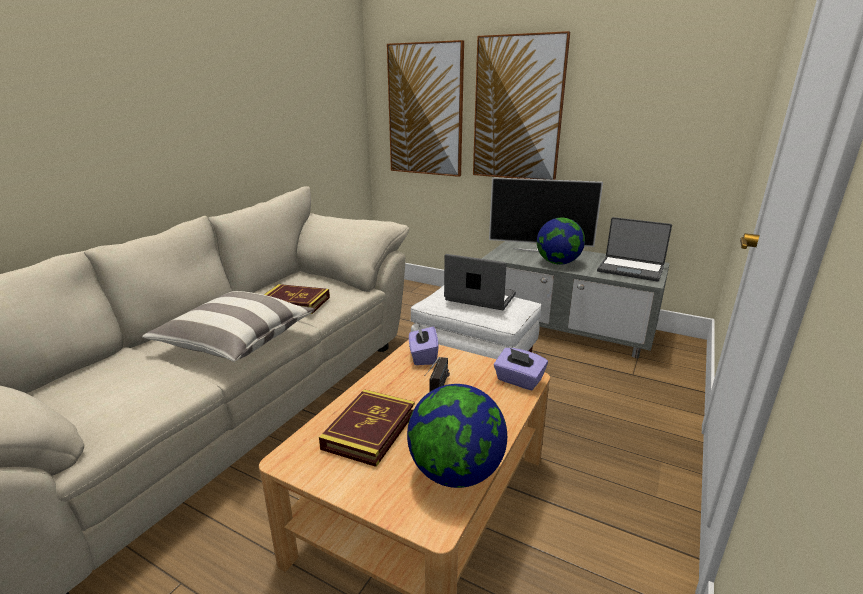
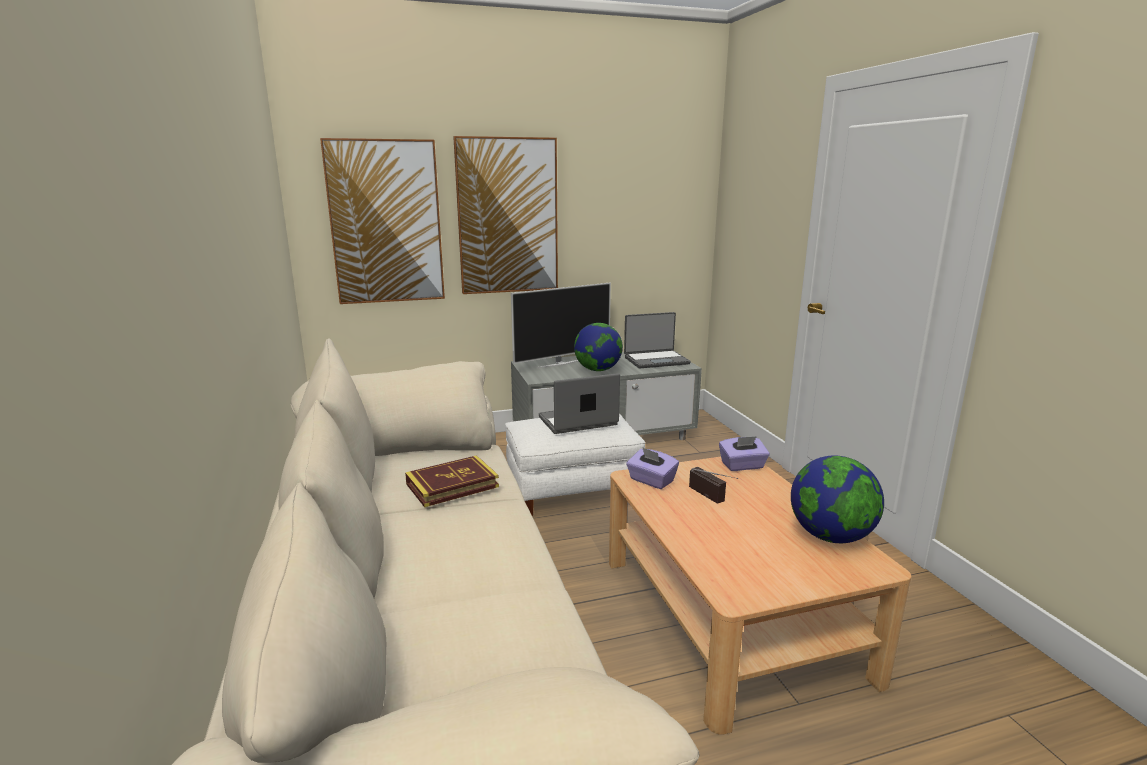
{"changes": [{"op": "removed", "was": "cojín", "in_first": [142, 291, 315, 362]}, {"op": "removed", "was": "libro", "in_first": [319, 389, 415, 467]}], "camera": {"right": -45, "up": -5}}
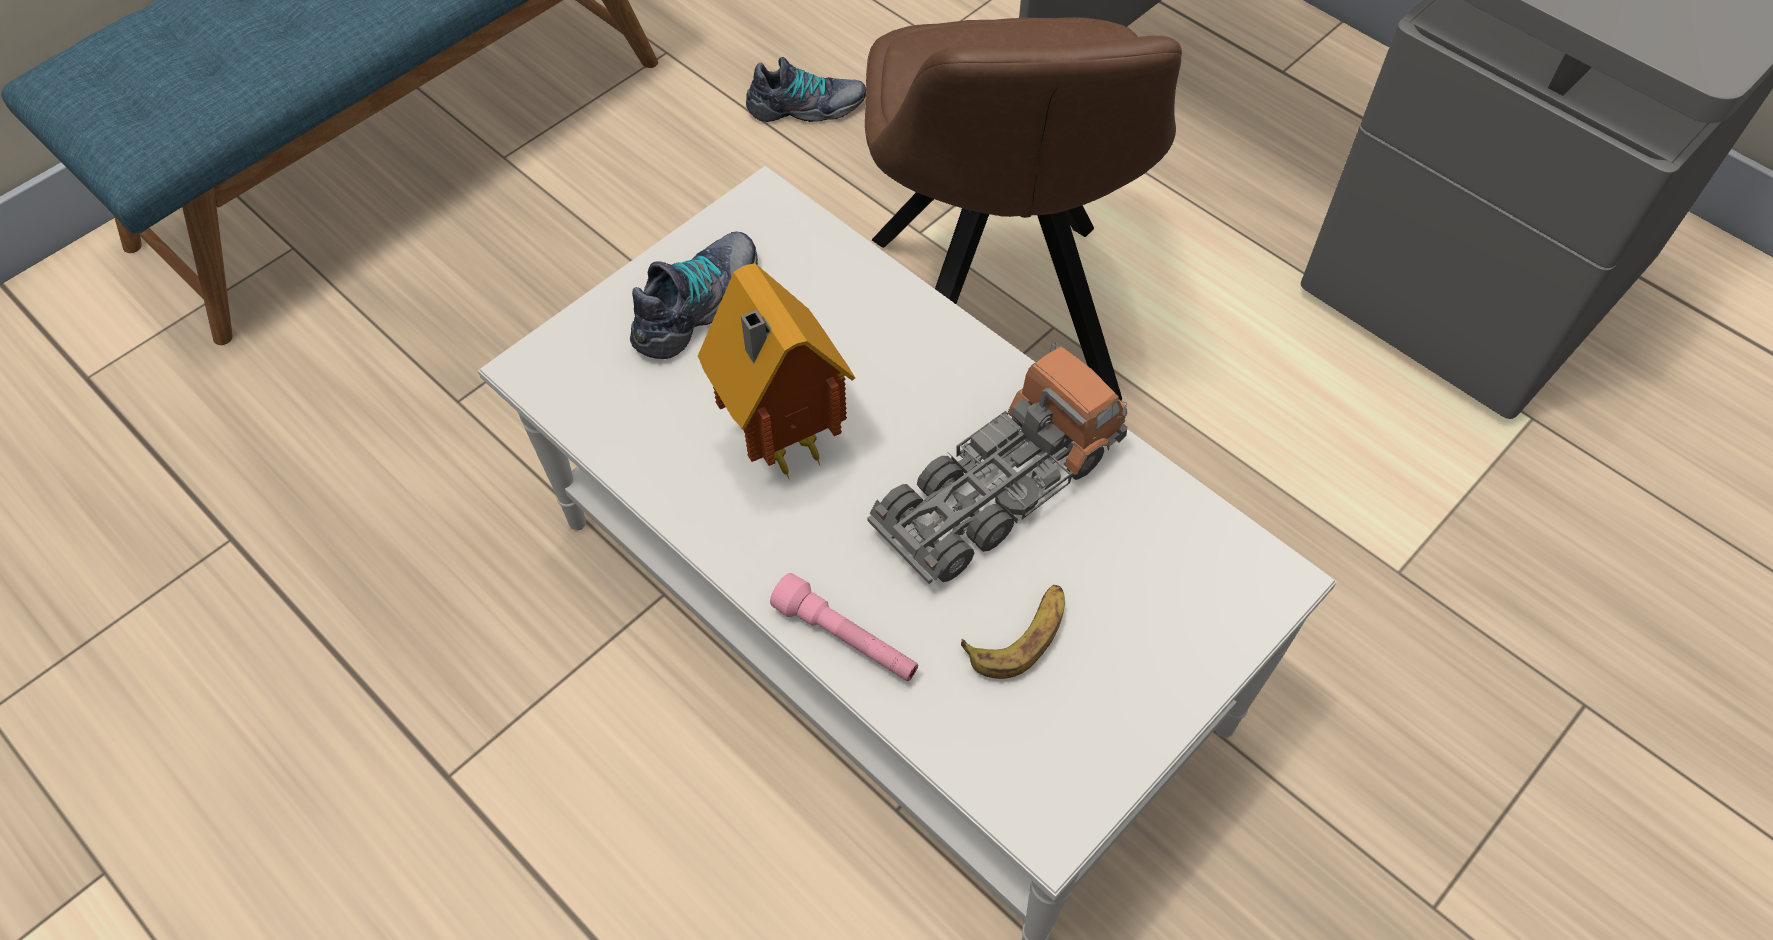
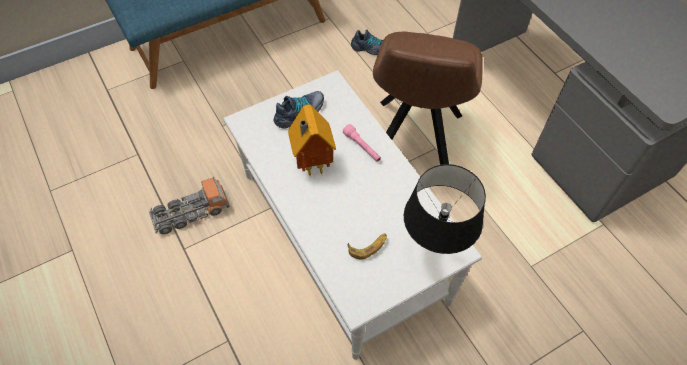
{"changes": [{"op": "moved", "was": "camión de juguete", "in_first": [867, 342, 1127, 584], "in_second": [149, 177, 230, 234]}, {"op": "moved", "was": "linterna (rosa)", "in_first": [770, 573, 918, 681], "in_second": [343, 124, 381, 162]}, {"op": "added", "now": "lámpara de mesa (negro)", "in_second": [404, 164, 486, 254]}], "camera": {"right": 15, "up": 0}}
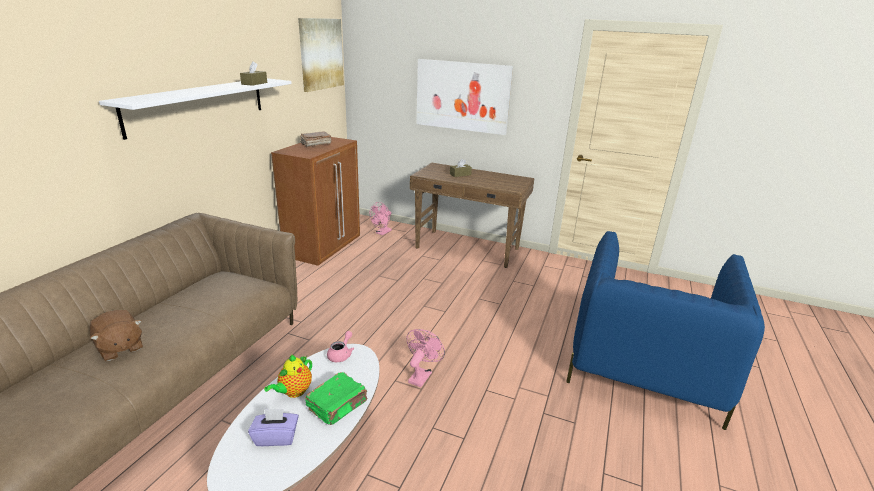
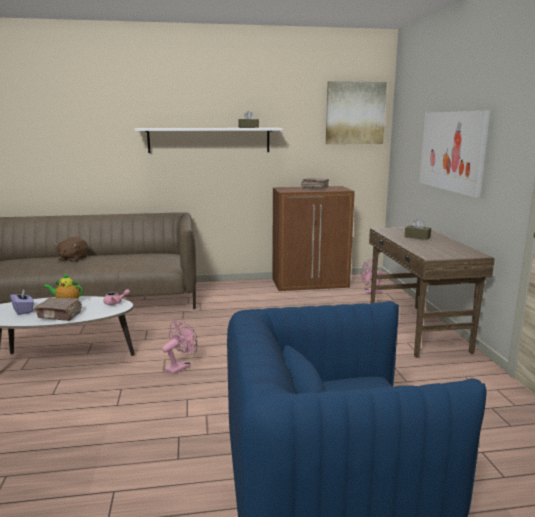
{"changes": [{"op": "turned", "was": "ventilador (rosa)", "in_first": [406, 329, 445, 387], "in_second": [162, 320, 197, 375], "clockwise": -45}, {"op": "recoloured", "was": "libro (verde)", "now": "libro (marrón)", "in_first": [305, 372, 367, 425], "in_second": [35, 298, 82, 321]}], "camera": {"right": 60, "up": -10}}
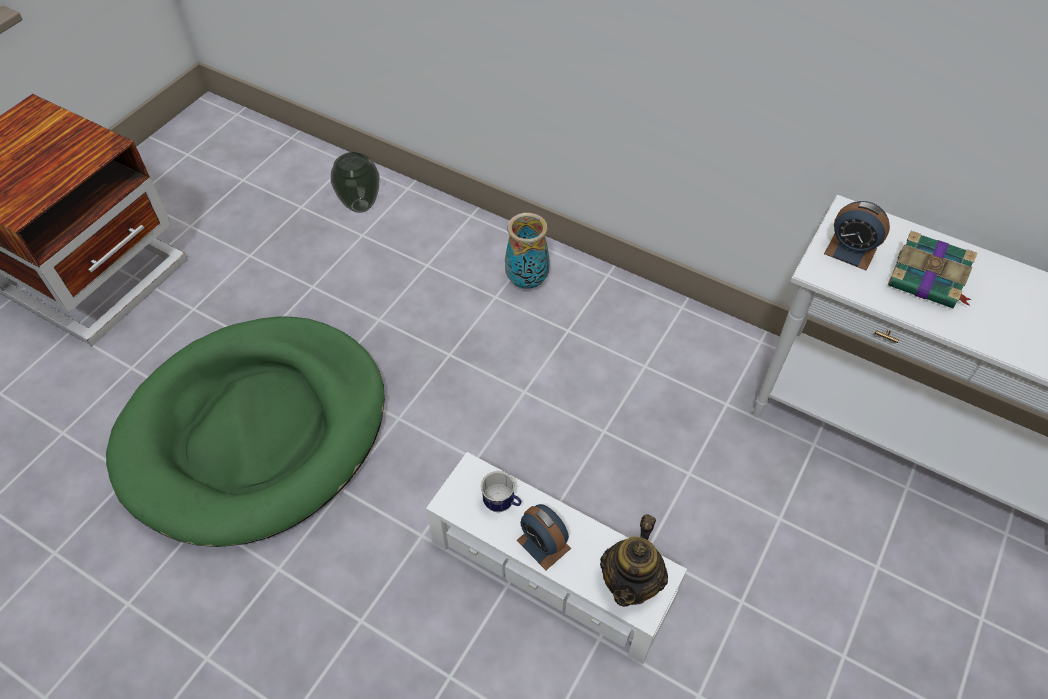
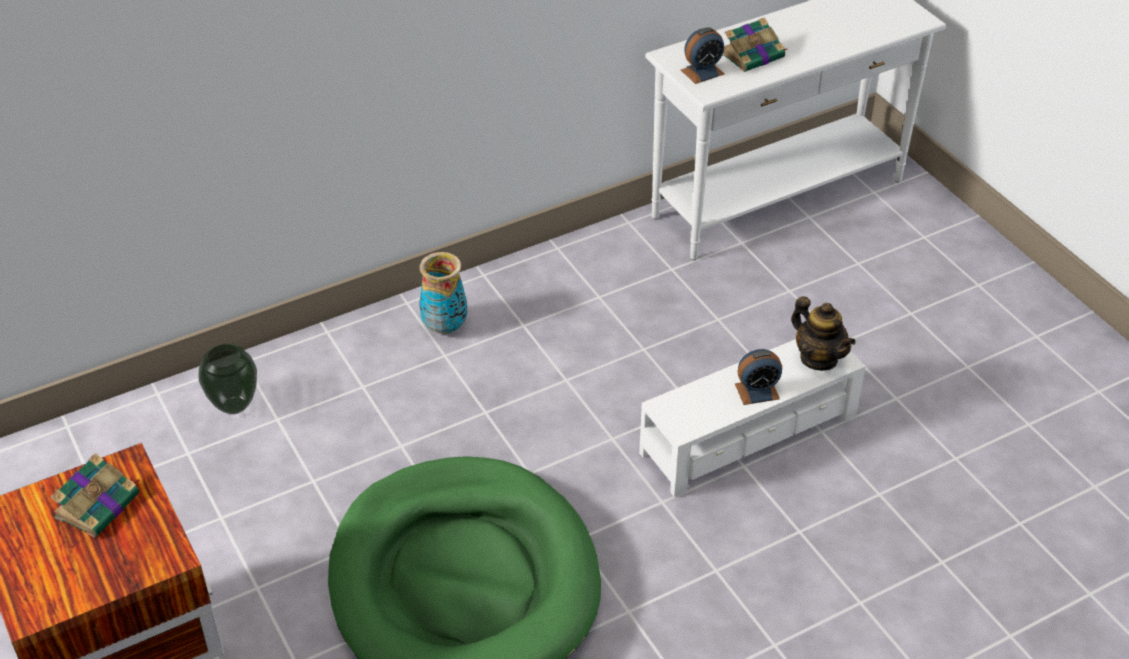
{"changes": [{"op": "removed", "was": "taza grande", "in_first": [481, 471, 522, 512]}, {"op": "added", "now": "libro", "in_second": [50, 453, 140, 538]}], "camera": {"right": -60, "up": -10}}
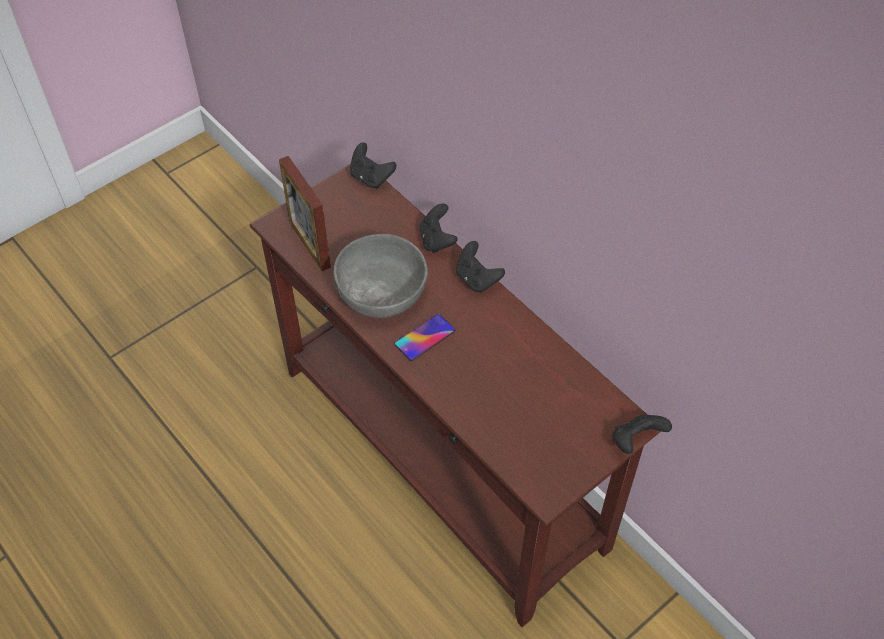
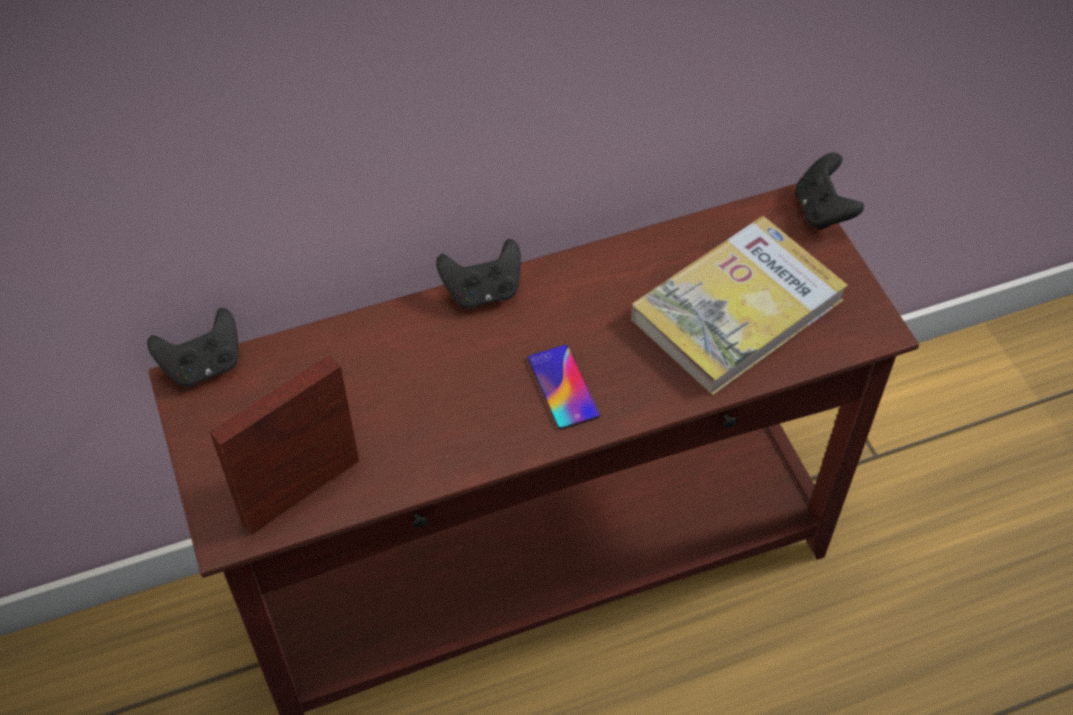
{"changes": [{"op": "turned", "was": "portarretratos", "in_first": [279, 156, 331, 271], "in_second": [210, 355, 359, 535], "clockwise": 150}, {"op": "removed", "was": "mando de consola (negro)", "in_first": [419, 203, 458, 253]}, {"op": "removed", "was": "cuenco (gris)", "in_first": [333, 234, 428, 318]}, {"op": "added", "now": "libro", "in_second": [631, 216, 848, 395]}], "camera": {"right": -70, "up": 0}}
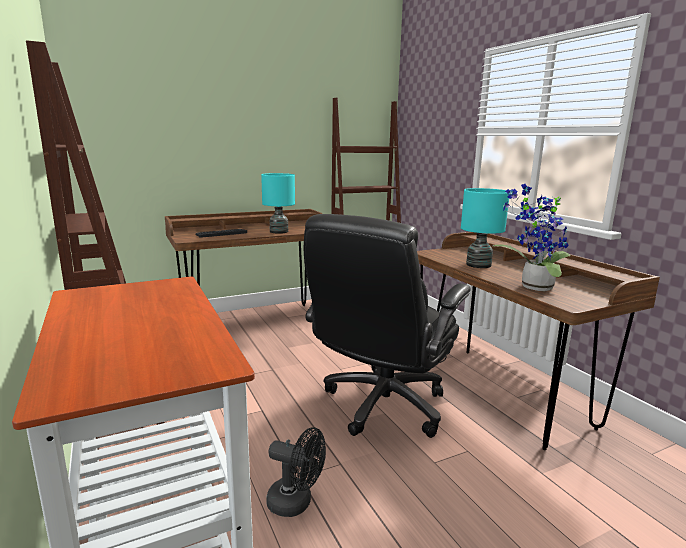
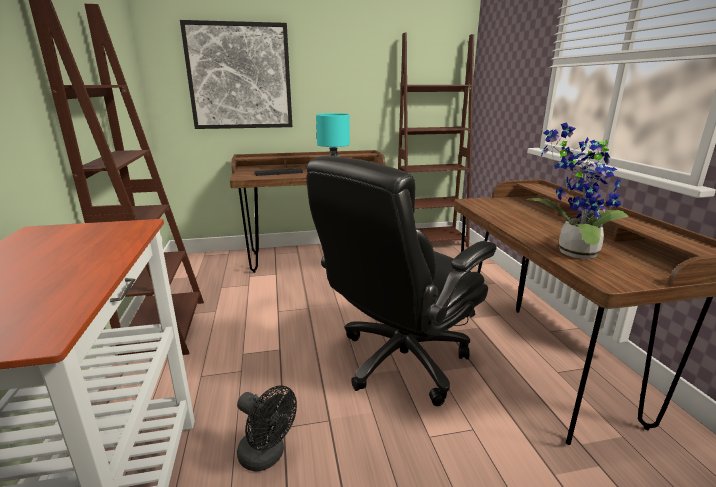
{"changes": [{"op": "removed", "was": "lámpara de mesa (turquesa)", "in_first": [461, 188, 509, 268]}, {"op": "added", "now": "cuadro", "in_second": [180, 20, 293, 129]}], "camera": {"right": 15, "up": 5}}
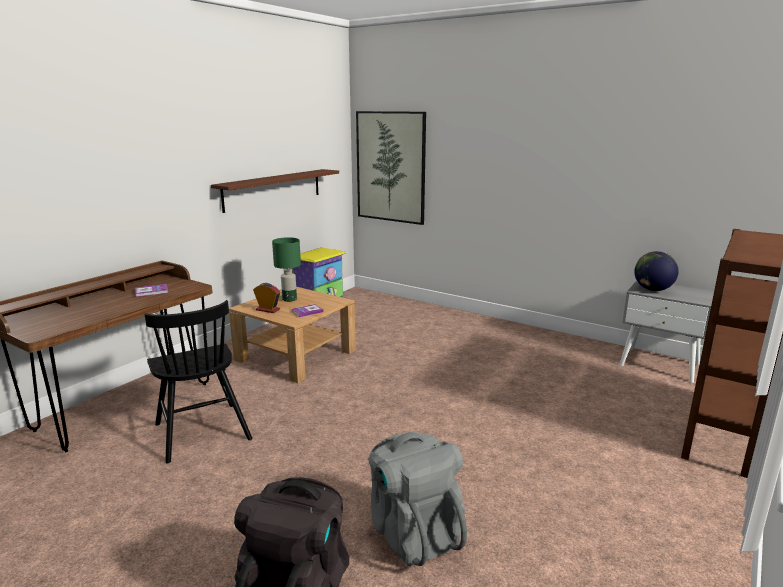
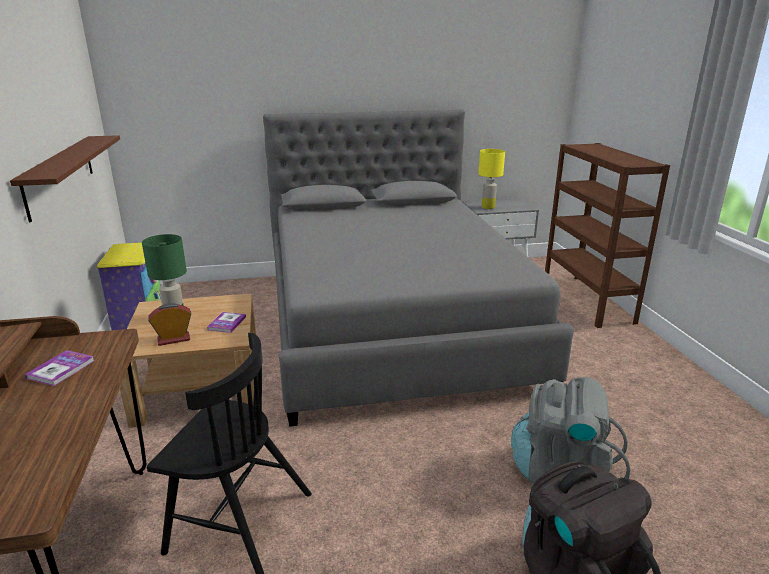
{"changes": [{"op": "removed", "was": "cuadro", "in_first": [356, 111, 426, 225]}, {"op": "replaced", "was": "globo terráqueo", "now": "lámpara de mesa (amarillo)", "in_first": [634, 251, 679, 291], "in_second": [478, 149, 505, 209]}, {"op": "added", "now": "cama (gris)", "in_second": [263, 109, 574, 427]}], "camera": {"right": -45, "up": 5}}
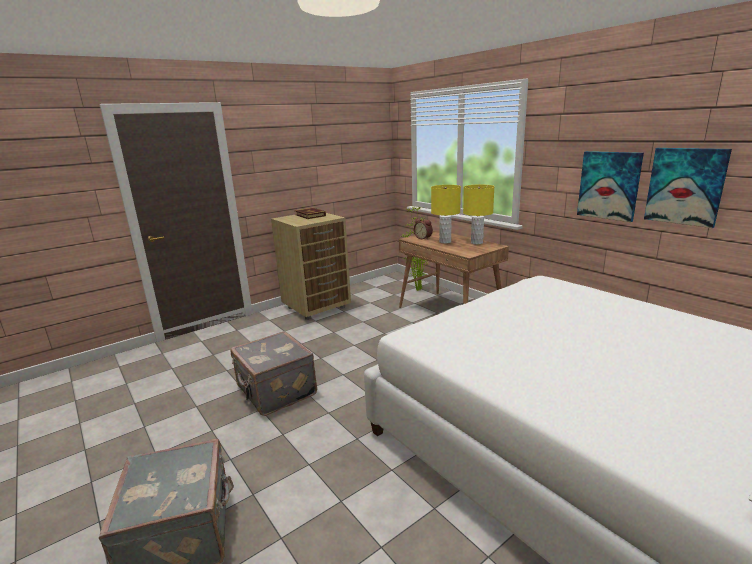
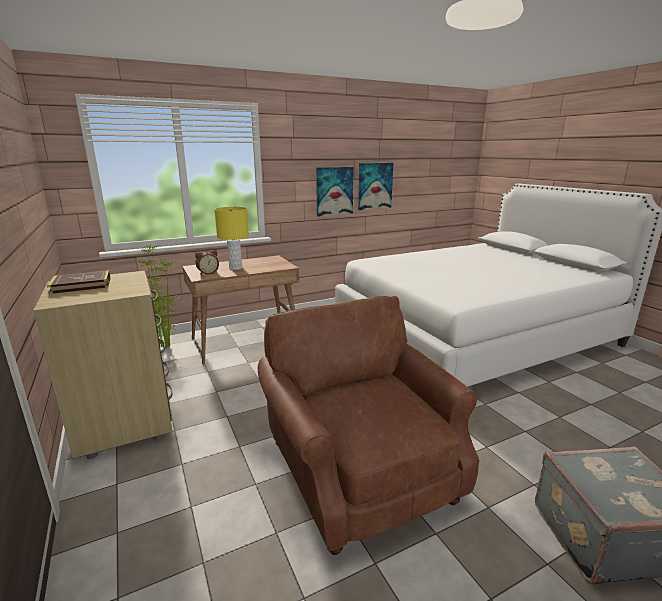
{"changes": [{"op": "removed", "was": "lámpara de mesa (amarillo)", "in_first": [463, 184, 494, 244]}, {"op": "replaced", "was": "maleta (gris)", "now": "sillón (marrón)", "in_first": [230, 331, 317, 416], "in_second": [258, 296, 479, 555]}], "camera": {"right": -80, "up": 0}}
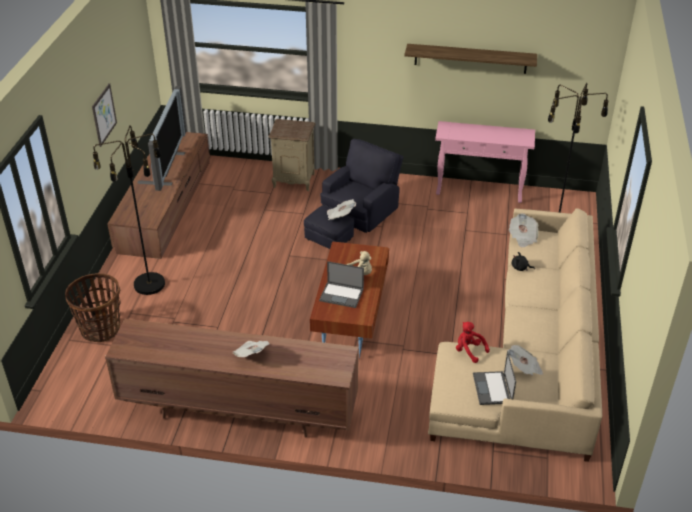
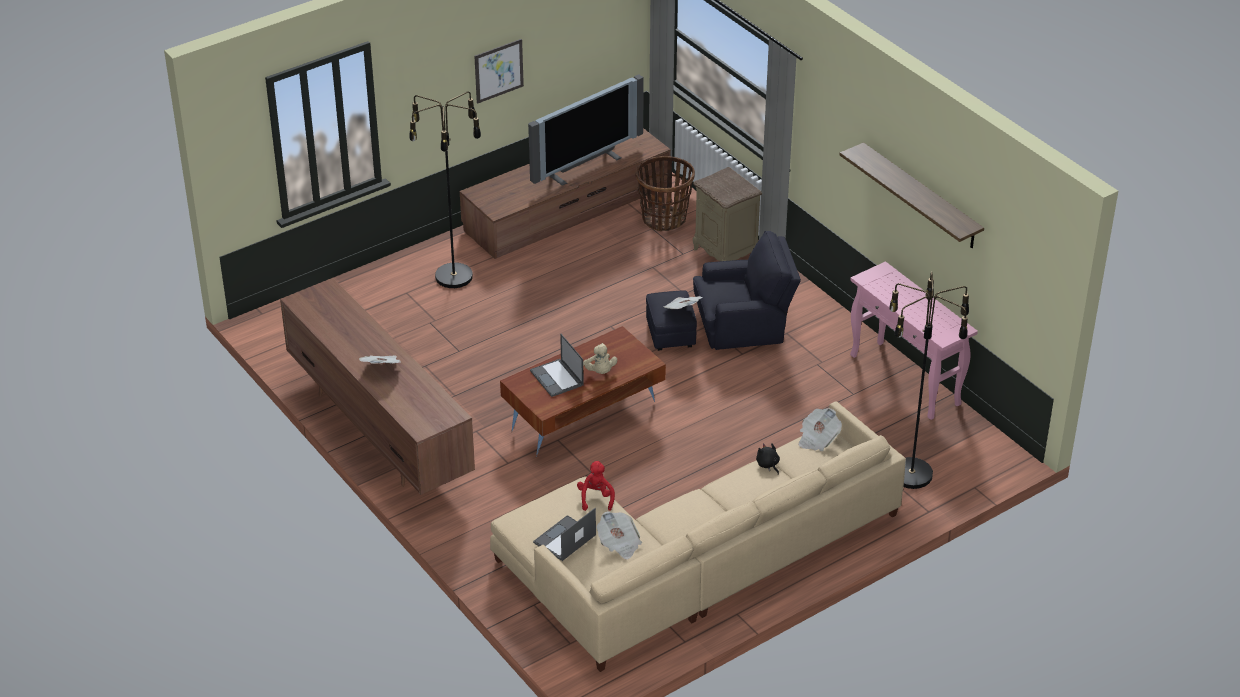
{"changes": [{"op": "moved", "was": "cesta", "in_first": [65, 273, 121, 342], "in_second": [636, 156, 695, 231]}], "camera": {"right": 45, "up": 0}}
